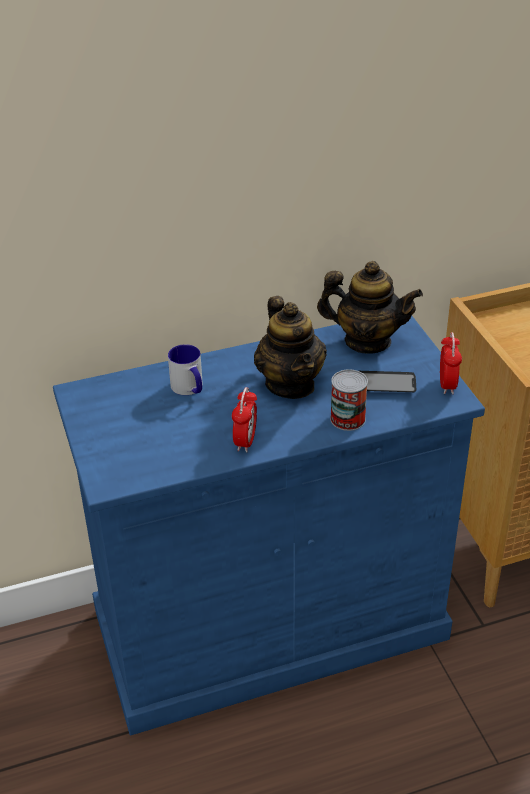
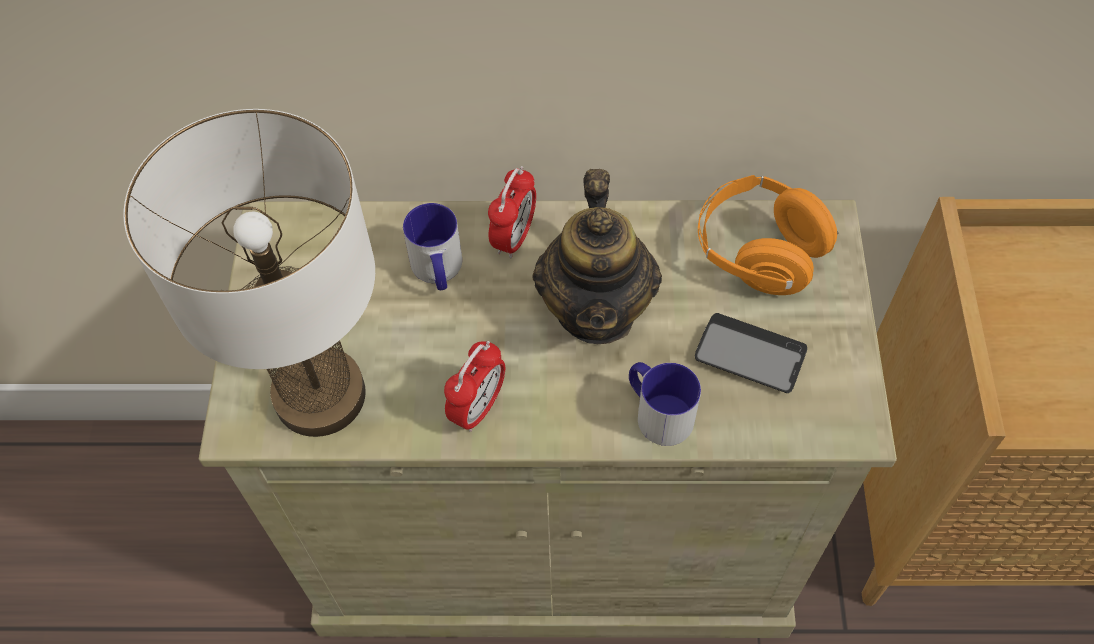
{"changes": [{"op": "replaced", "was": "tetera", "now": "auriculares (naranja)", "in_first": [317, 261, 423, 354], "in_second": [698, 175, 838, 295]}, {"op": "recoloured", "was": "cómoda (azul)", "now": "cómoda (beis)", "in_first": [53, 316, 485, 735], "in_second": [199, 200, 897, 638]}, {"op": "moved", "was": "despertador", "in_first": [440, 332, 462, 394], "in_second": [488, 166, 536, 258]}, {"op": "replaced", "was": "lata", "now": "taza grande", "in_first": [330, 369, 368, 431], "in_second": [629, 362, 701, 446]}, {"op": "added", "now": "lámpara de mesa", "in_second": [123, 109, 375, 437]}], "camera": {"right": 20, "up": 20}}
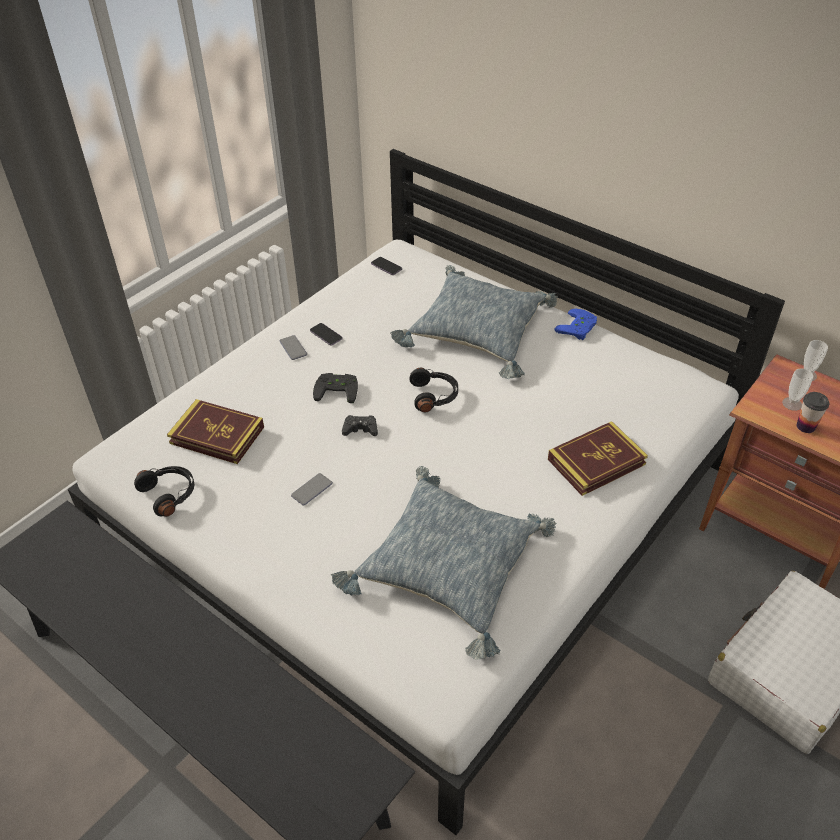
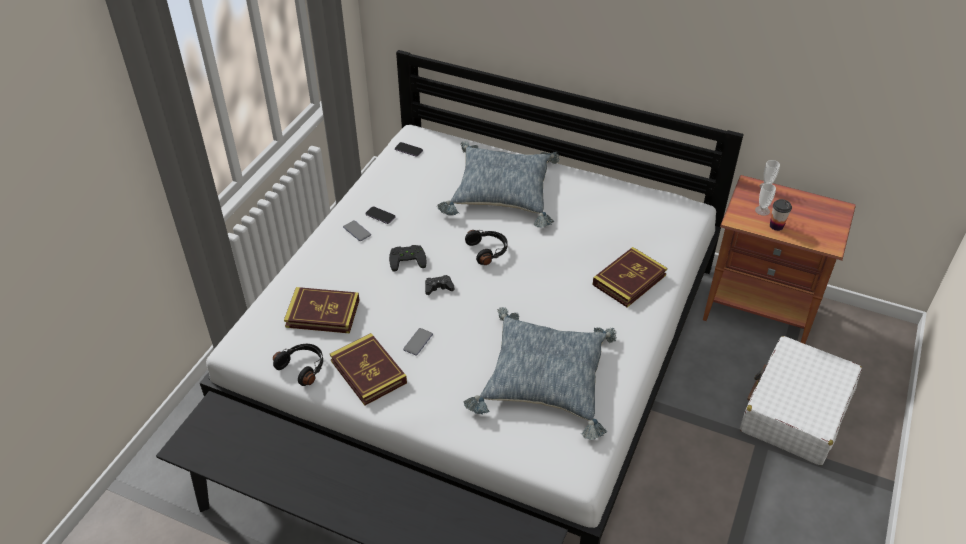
{"changes": [{"op": "removed", "was": "mando de consola (azul)", "in_first": [554, 309, 597, 340]}, {"op": "added", "now": "libro", "in_second": [330, 333, 407, 405]}], "camera": {"right": -15, "up": 0}}
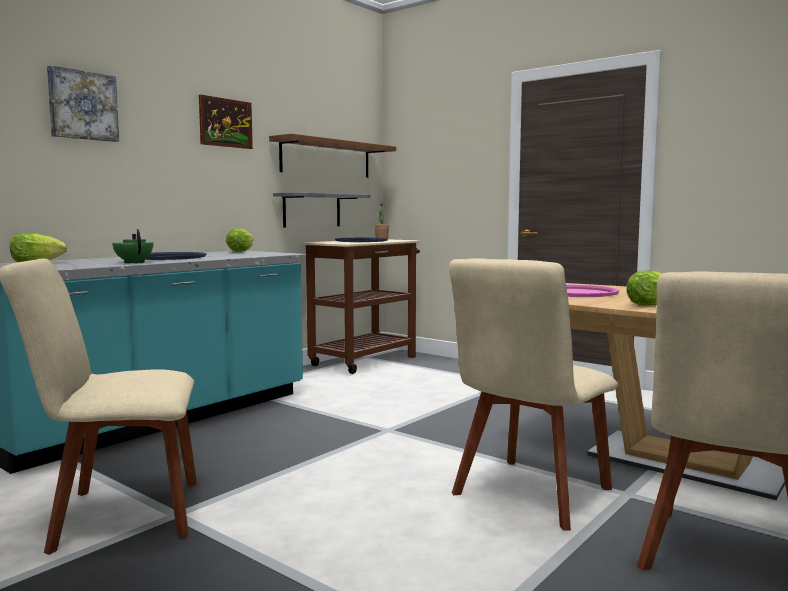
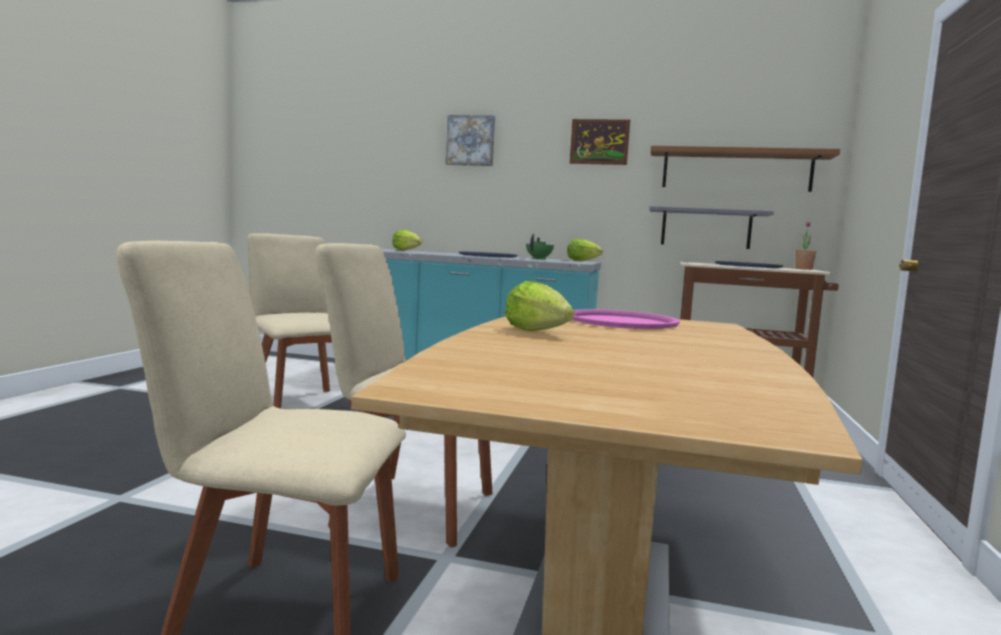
{"changes": [{"op": "moved", "was": "tetera (verde)", "in_first": [112, 229, 154, 263], "in_second": [526, 234, 554, 260]}], "camera": {"right": 65, "up": 0}}
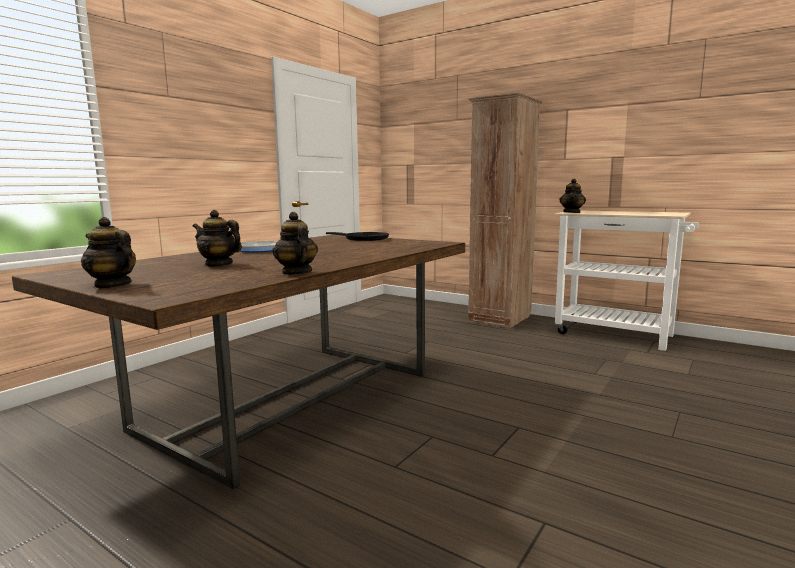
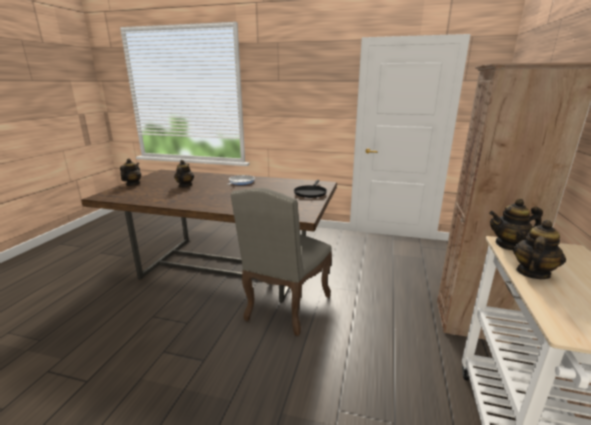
{"changes": [{"op": "moved", "was": "tetera", "in_first": [272, 212, 318, 275], "in_second": [513, 220, 566, 279]}, {"op": "added", "now": "silla (gris)", "in_second": [230, 188, 332, 336]}], "camera": {"right": 70, "up": 10}}
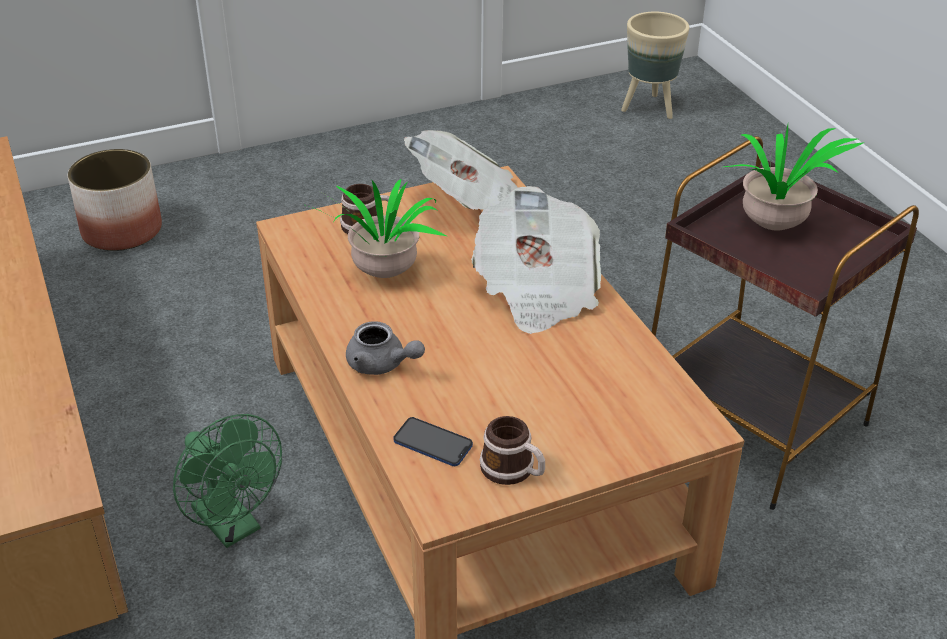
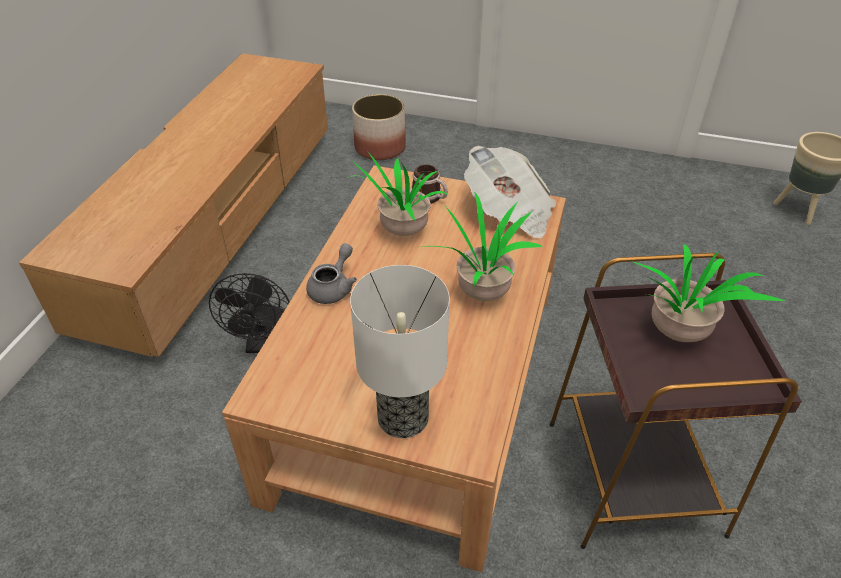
{"changes": [{"op": "replaced", "was": "periódico", "now": "planta en maceta", "in_first": [471, 186, 601, 334], "in_second": [421, 191, 543, 301]}, {"op": "turned", "was": "tetera (gris)", "in_first": [346, 321, 425, 375], "in_second": [306, 243, 357, 304], "clockwise": -135}, {"op": "recoloured", "was": "ventilador (verde)", "now": "ventilador (negro)", "in_first": [173, 414, 282, 548], "in_second": [209, 273, 289, 353]}, {"op": "removed", "was": "taza grande", "in_first": [480, 416, 545, 485]}, {"op": "removed", "was": "móvil", "in_first": [393, 417, 473, 466]}, {"op": "added", "now": "lámpara de mesa", "in_second": [350, 265, 450, 438]}], "camera": {"right": 40, "up": 5}}
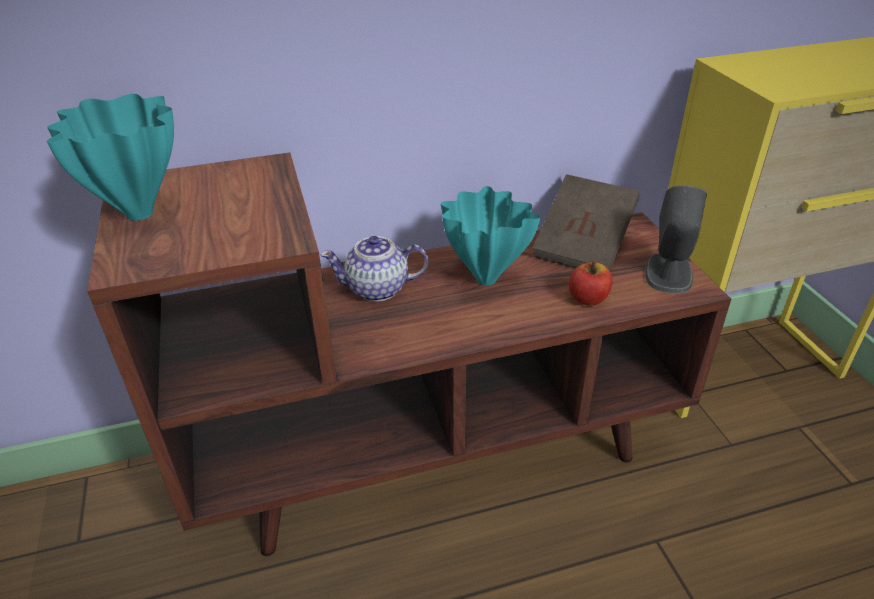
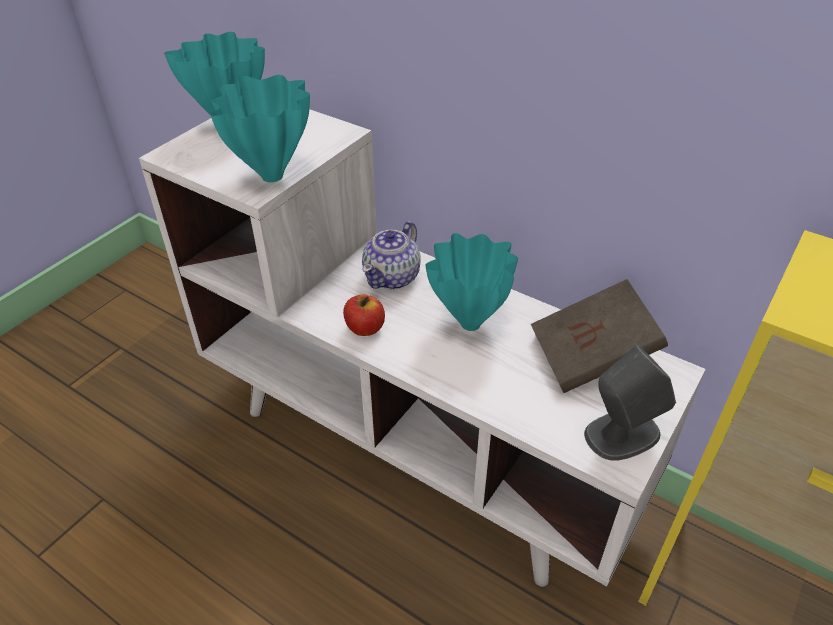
{"changes": [{"op": "recoloured", "was": "mueble de televisión (marrón)", "now": "mueble de televisión (blanco)", "in_first": [87, 152, 731, 556], "in_second": [139, 109, 706, 587]}, {"op": "turned", "was": "tetera", "in_first": [321, 236, 428, 302], "in_second": [362, 221, 421, 290], "clockwise": -105}, {"op": "moved", "was": "manzana", "in_first": [568, 262, 613, 306], "in_second": [343, 295, 385, 336]}, {"op": "added", "now": "florero (turquesa)", "in_second": [210, 75, 310, 182]}], "camera": {"right": 50, "up": 5}}
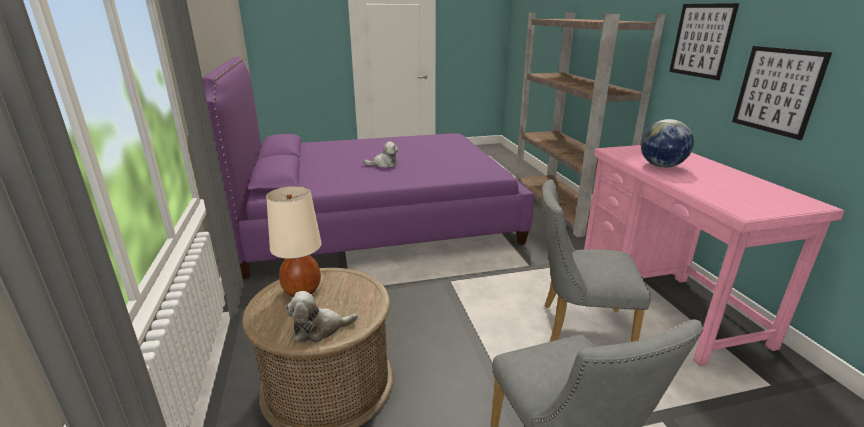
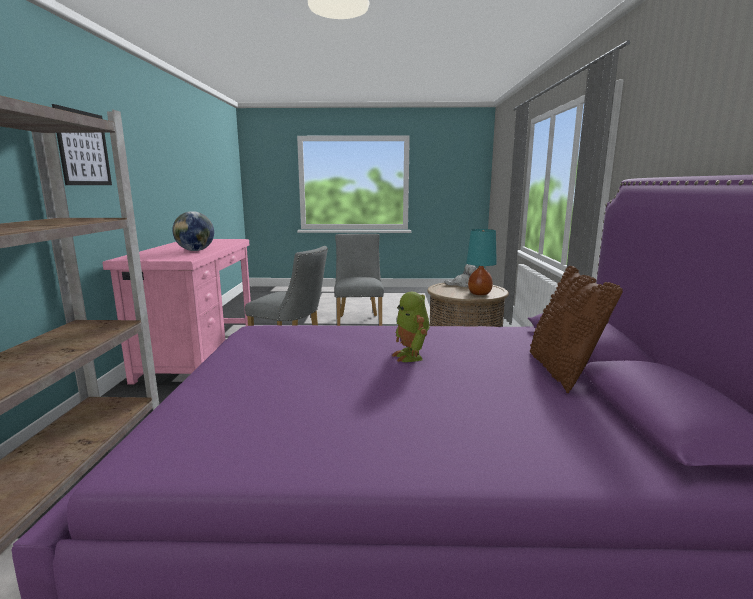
{"changes": [{"op": "removed", "was": "cuadro", "in_first": [732, 46, 832, 140]}, {"op": "replaced", "was": "peluche", "now": "robot de juguete", "in_first": [364, 141, 399, 168], "in_second": [392, 291, 430, 362]}, {"op": "recoloured", "was": "lámpara de mesa (beis)", "now": "lámpara de mesa (turquesa)", "in_first": [266, 186, 322, 297], "in_second": [467, 229, 497, 295]}, {"op": "added", "now": "cojín (marrón)", "in_second": [530, 266, 623, 393]}], "camera": {"right": -165, "up": -10}}
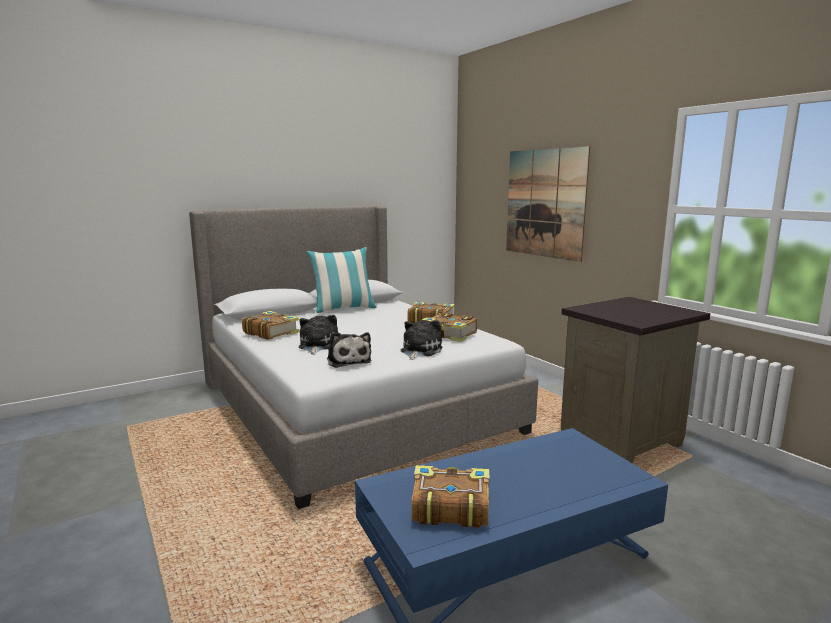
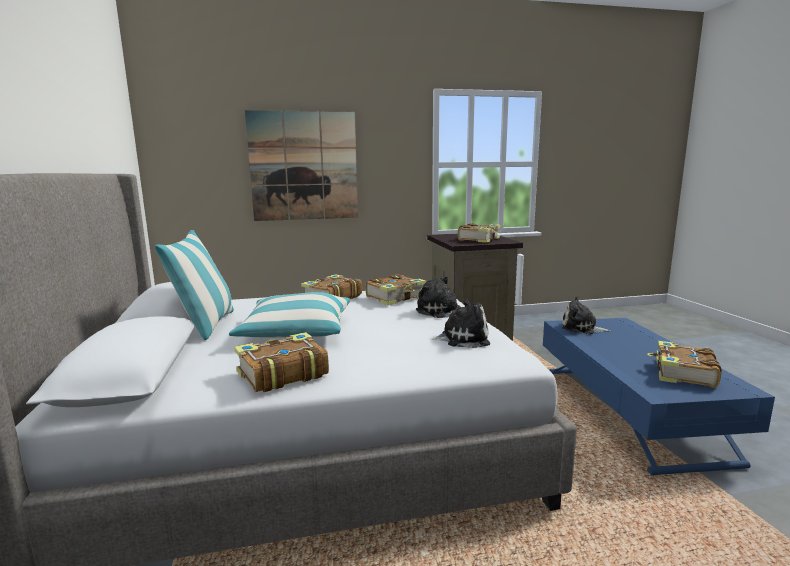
{"changes": [{"op": "moved", "was": "peluche", "in_first": [299, 315, 338, 355], "in_second": [562, 296, 611, 334]}, {"op": "added", "now": "libro", "in_second": [458, 223, 501, 243]}, {"op": "added", "now": "cojín", "in_second": [229, 292, 350, 338]}], "camera": {"right": -70, "up": 0}}
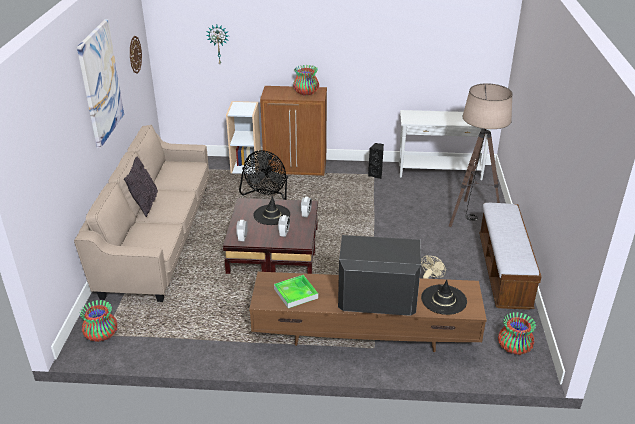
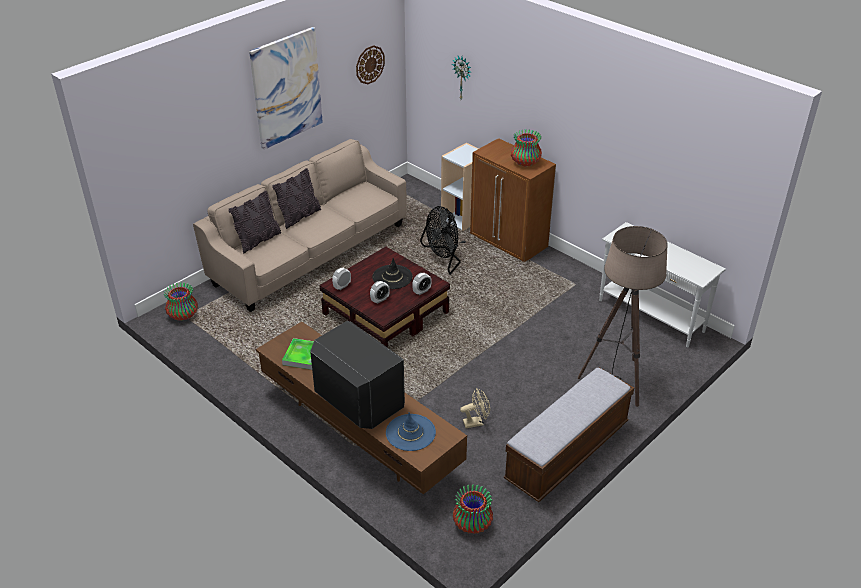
{"changes": [{"op": "removed", "was": "altavoz (negro)", "in_first": [368, 143, 384, 179]}, {"op": "recoloured", "was": "sombrero (negro)", "now": "sombrero (azul)", "in_first": [421, 279, 467, 315], "in_second": [386, 412, 436, 451]}, {"op": "added", "now": "cojín (negro)", "in_second": [229, 191, 281, 253]}], "camera": {"right": 40, "up": 5}}
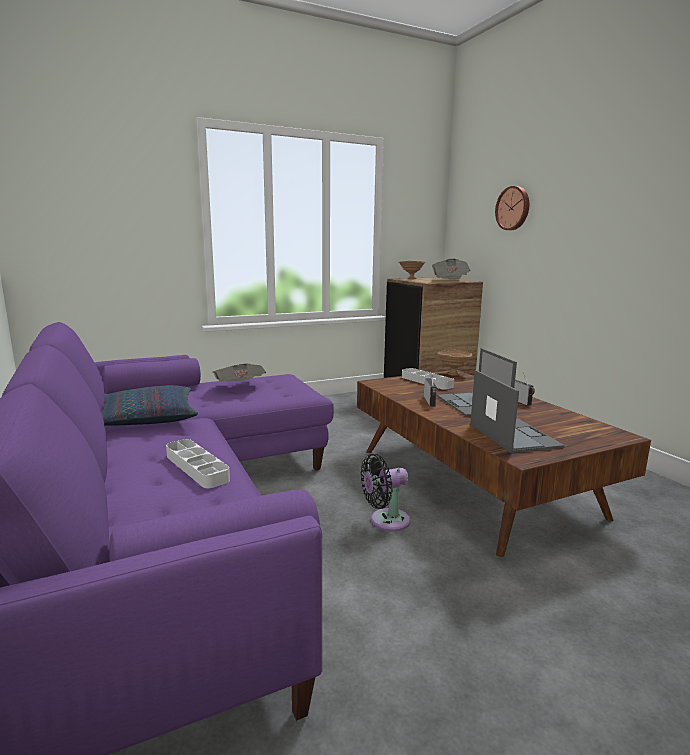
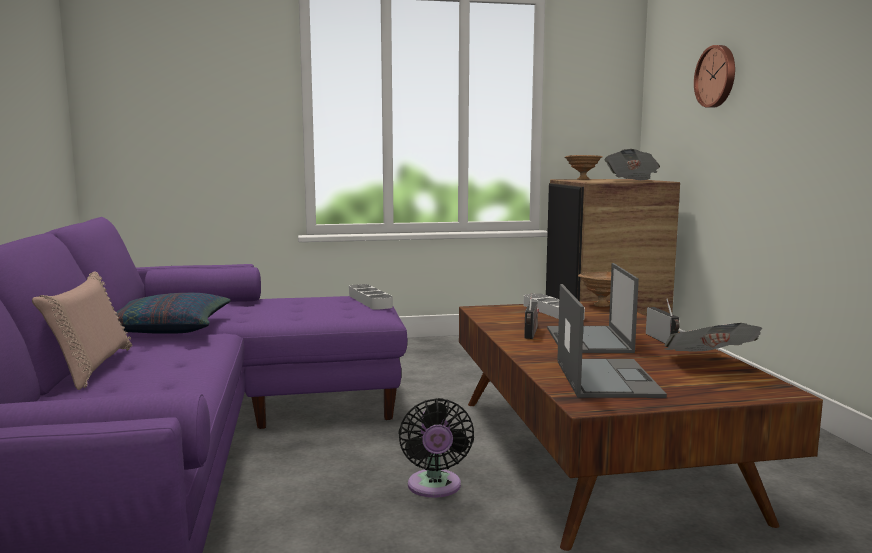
{"changes": [{"op": "moved", "was": "periódico", "in_first": [213, 364, 266, 381], "in_second": [664, 323, 762, 352]}, {"op": "moved", "was": "bandeja (gris)", "in_first": [166, 439, 230, 488], "in_second": [349, 284, 393, 310]}, {"op": "turned", "was": "ventilador (negro)", "in_first": [361, 454, 410, 531], "in_second": [398, 398, 474, 498], "clockwise": -90}, {"op": "added", "now": "cojín (beis)", "in_second": [32, 271, 132, 390]}], "camera": {"right": 15, "up": -5}}
